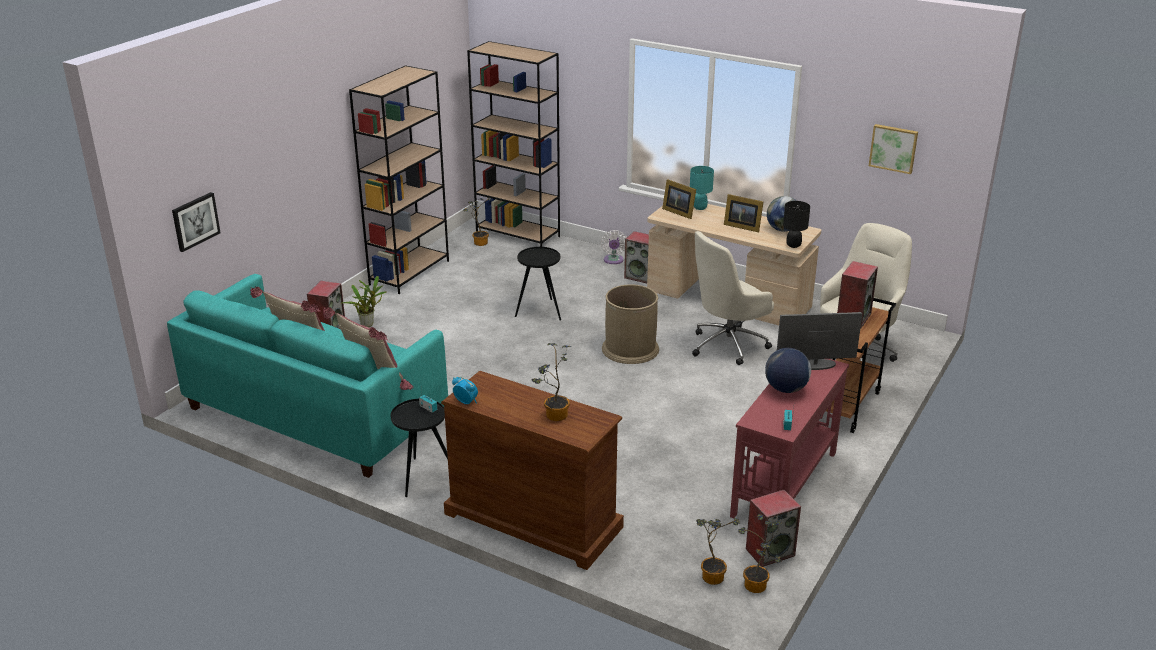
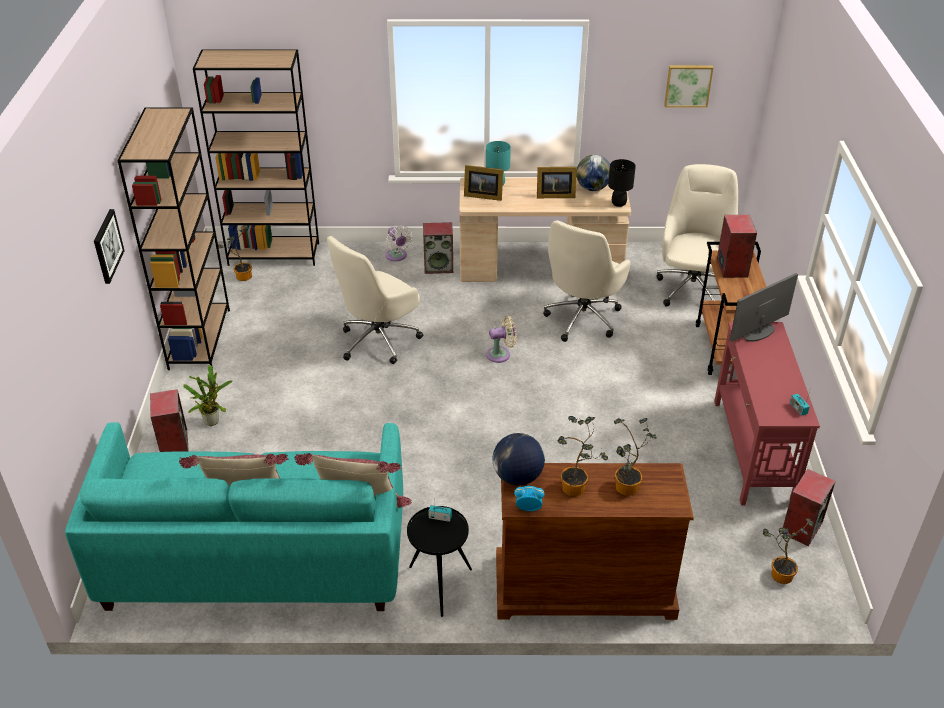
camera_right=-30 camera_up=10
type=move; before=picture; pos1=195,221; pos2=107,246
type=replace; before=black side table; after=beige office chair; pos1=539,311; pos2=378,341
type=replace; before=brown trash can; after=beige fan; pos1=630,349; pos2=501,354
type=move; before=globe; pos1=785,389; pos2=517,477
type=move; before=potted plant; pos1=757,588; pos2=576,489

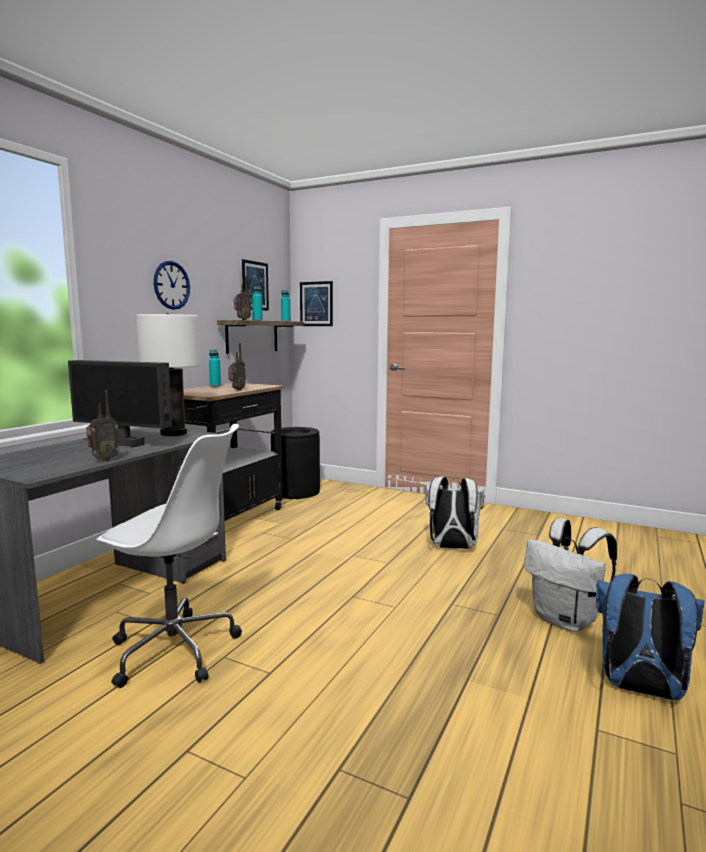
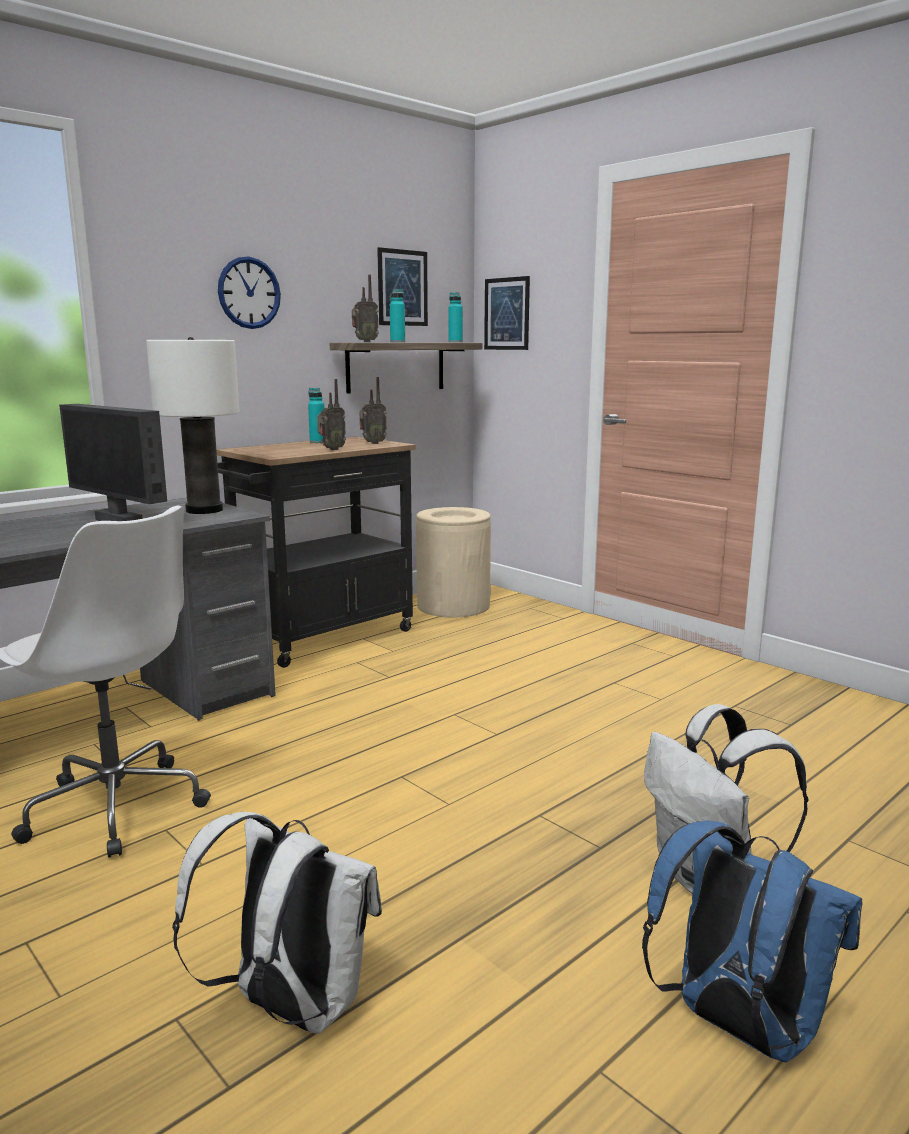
camera_right=20 camera_up=5
type=move; before=white backpack; pos1=451,548; pos2=290,1007
type=move; before=radio; pos1=103,460; pos2=372,443
type=recolor; before=black trash can; after=beige trash can; pos1=295,491; pos2=453,606

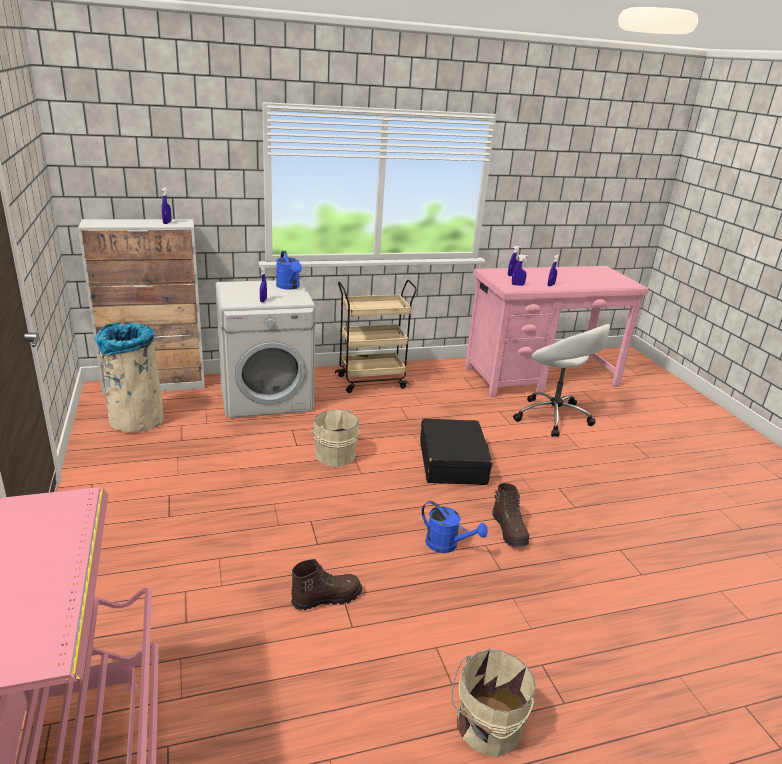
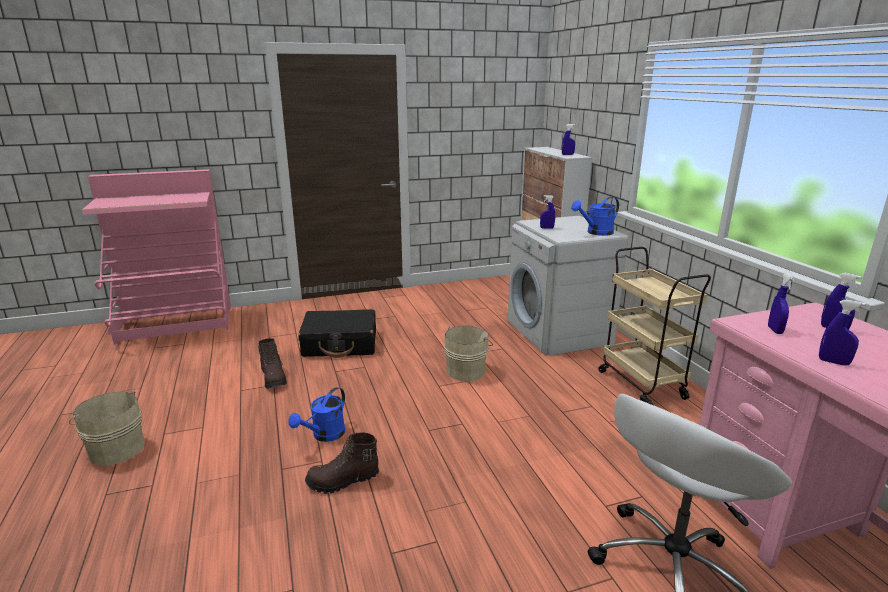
camera_right=90 camera_up=-5
type=move; before=black suitcase; pos1=452,462; pos2=340,344
type=delete; before=beige trash can; pos1=136,420

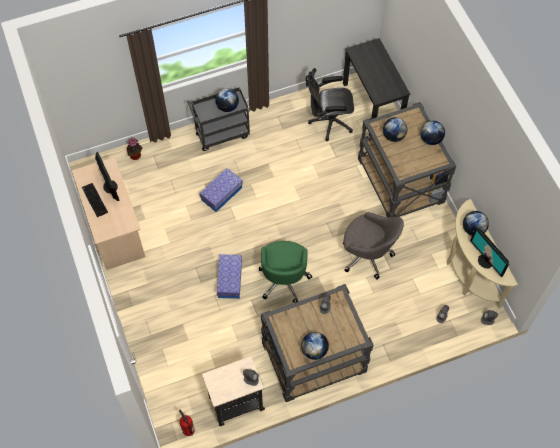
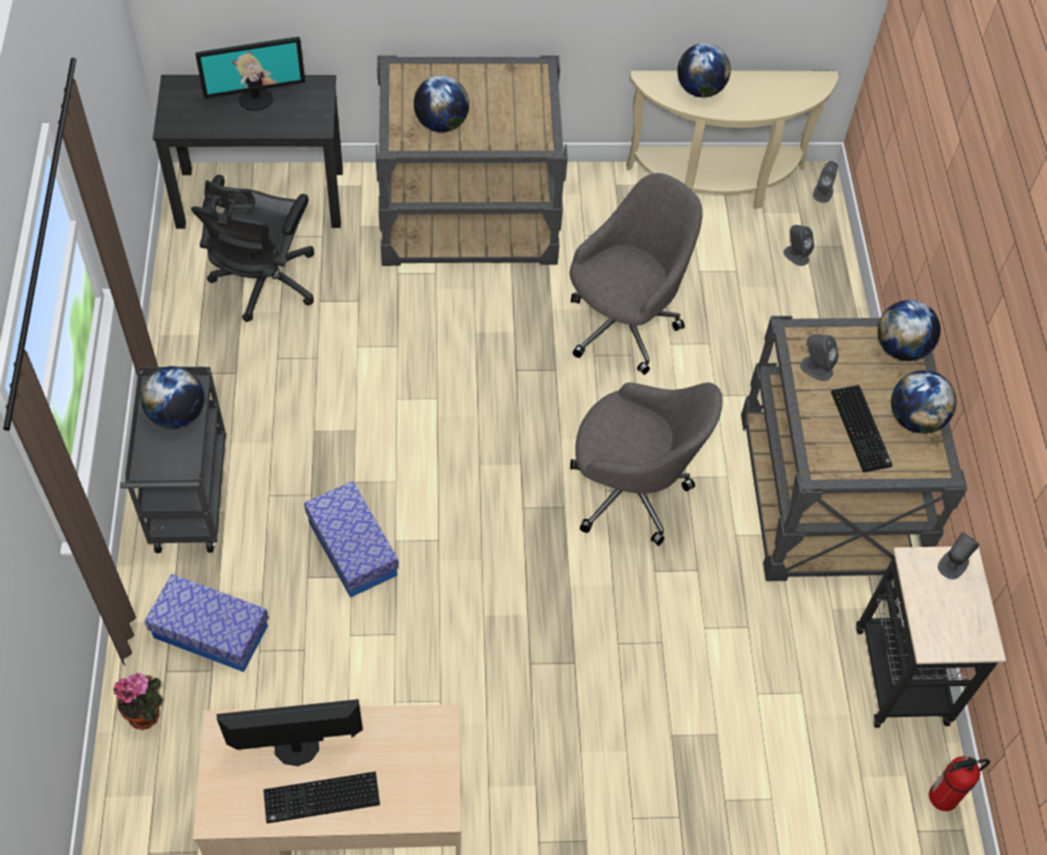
camera_right=-75 camera_up=-5
type=move; before=storage box; pos1=230,280; pos2=210,632
type=move; before=monitor; pos1=485,261; pos2=256,98
type=recolor; before=green office chair; after=grey office chair; pos1=284,281; pos2=630,493
type=insert; after=keyboard; pos2=862,429
type=move; before=globe; pos1=431,139; pos2=901,348

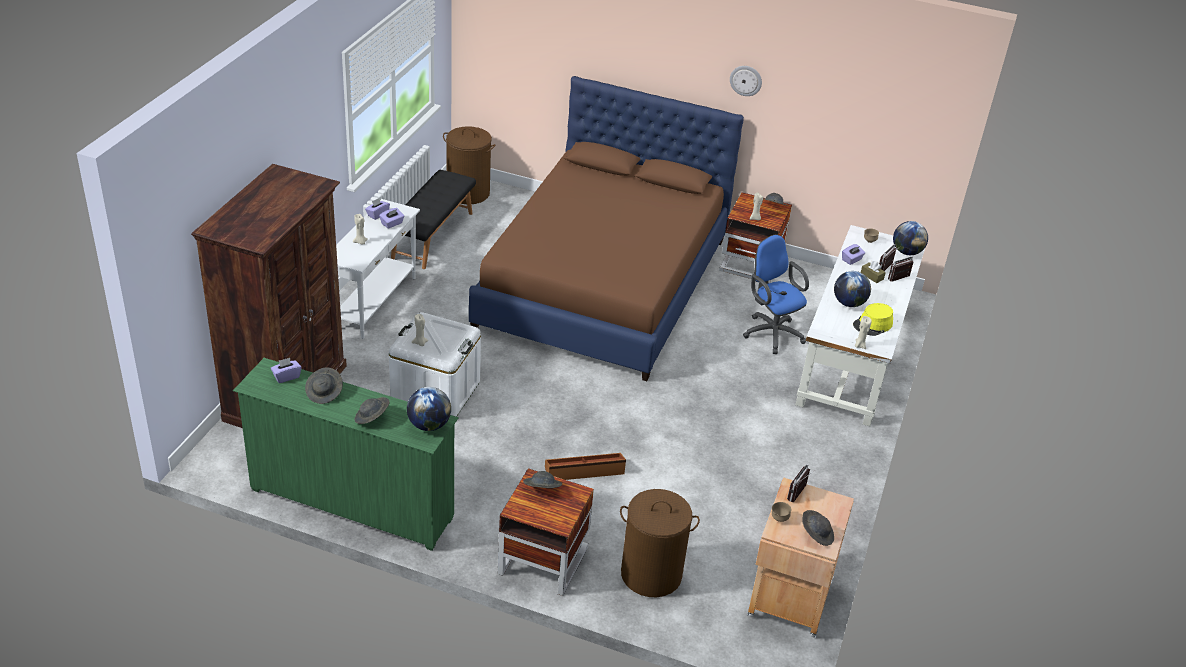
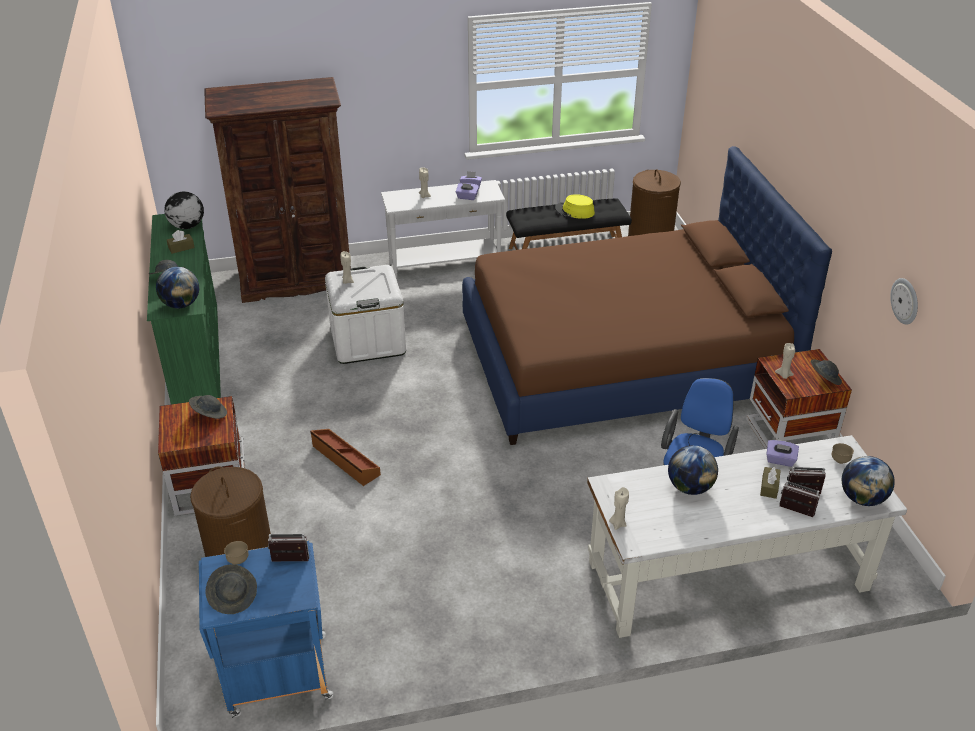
camera_right=60 camera_up=0
type=replace; before=purple tissue box; after=globe; pos1=286,376; pos2=187,226
type=replace; before=grey hat; after=brown tissue box; pos1=324,393; pos2=181,248
type=recolor; before=brown cart; after=blue cart; pos1=789,600; pos2=276,675
type=move; before=yellow hat; pos1=873,325; pos2=574,211
type=move; before=wall clock; pos1=746,80; pos2=905,301

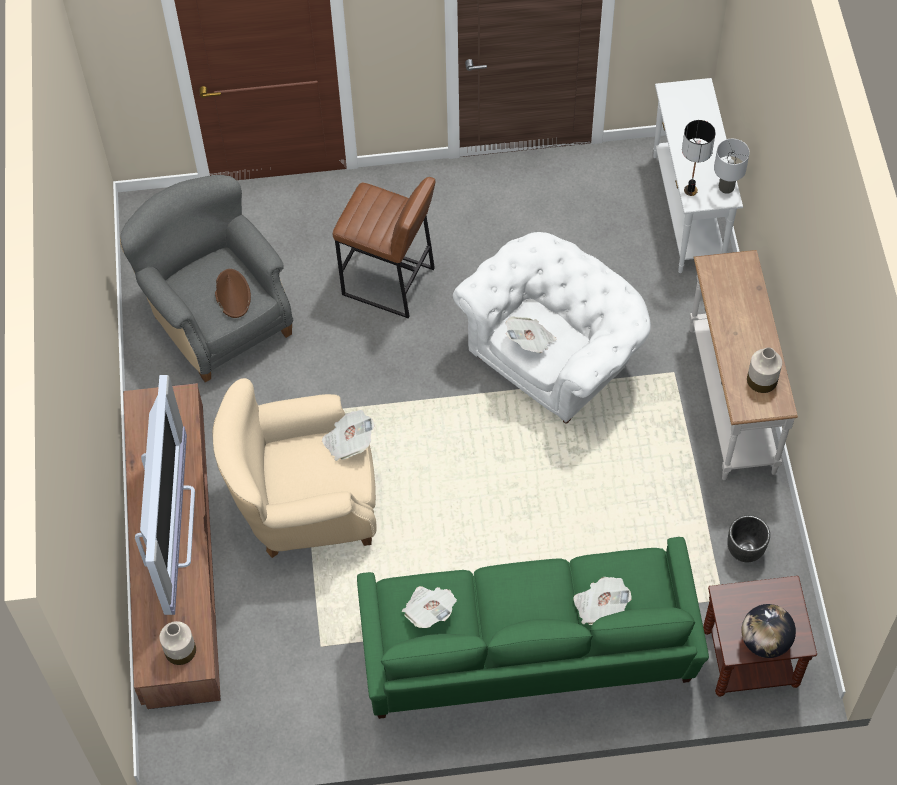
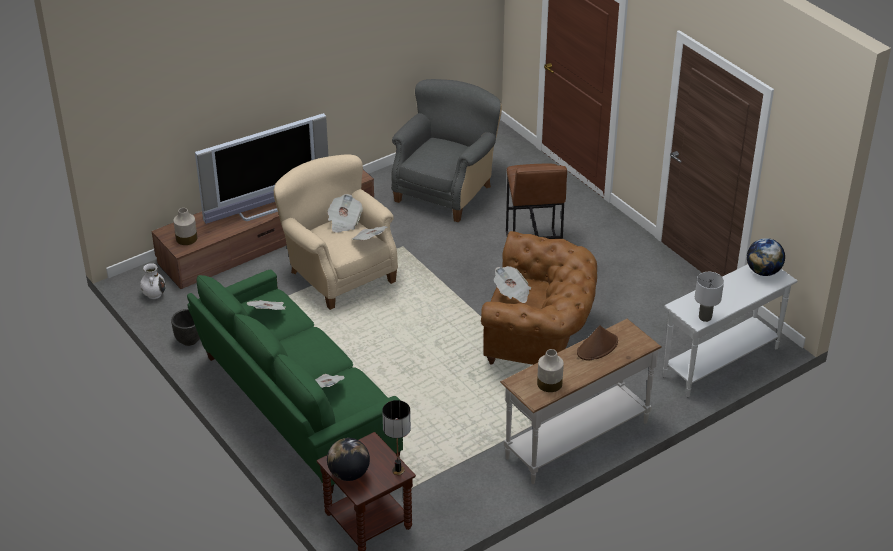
camera_right=60 camera_up=-20
type=insert; after=white vase; pos2=154,294
type=move; before=black planter; pos1=744,551; pos2=188,340
type=insert; after=newspaper; pos2=344,222
type=move; before=table lamp; pos1=690,190; pos2=398,470
type=recolor; before=white armchair; after=brown armchair; pos1=555,357; pos2=538,341
type=move; before=brown hat; pos1=232,294; pos2=597,347
type=insert; after=globe; pos2=763,271

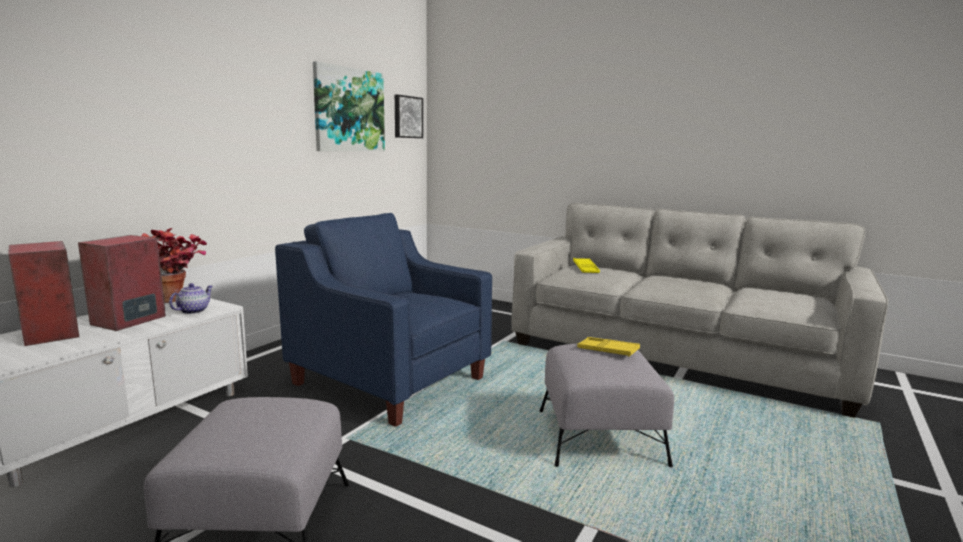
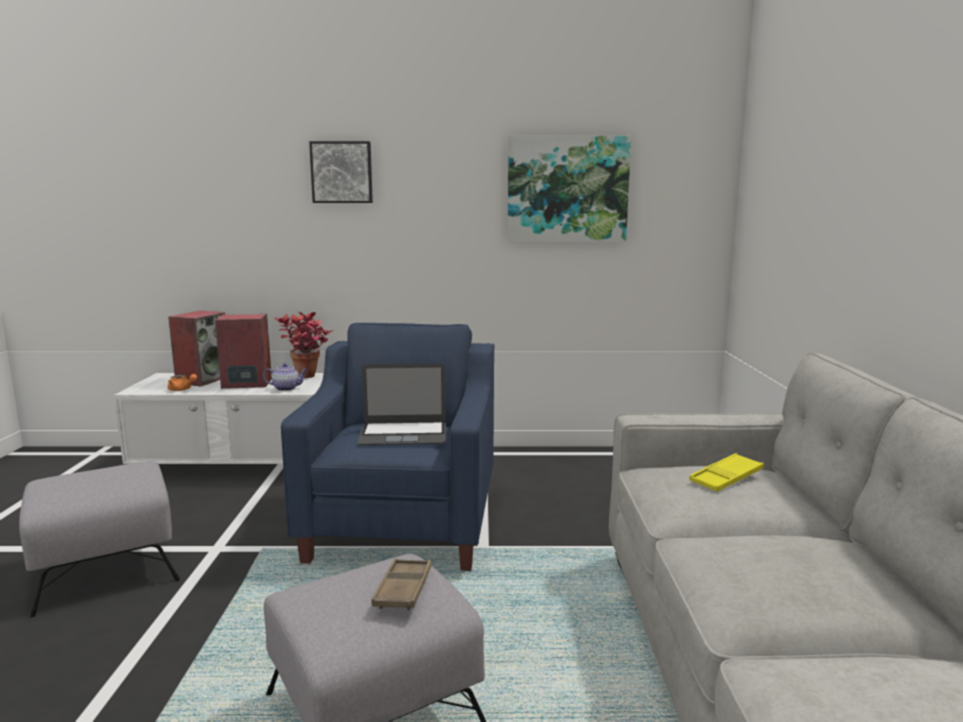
camera_right=60 camera_up=0
type=insert; after=orange teapot; pos2=182,389
type=move; before=picture; pos1=407,117; pos2=342,172
type=insert; after=laptop; pos2=403,434
type=recolor; before=yellow tray; after=brown tray; pos1=607,350; pos2=403,589

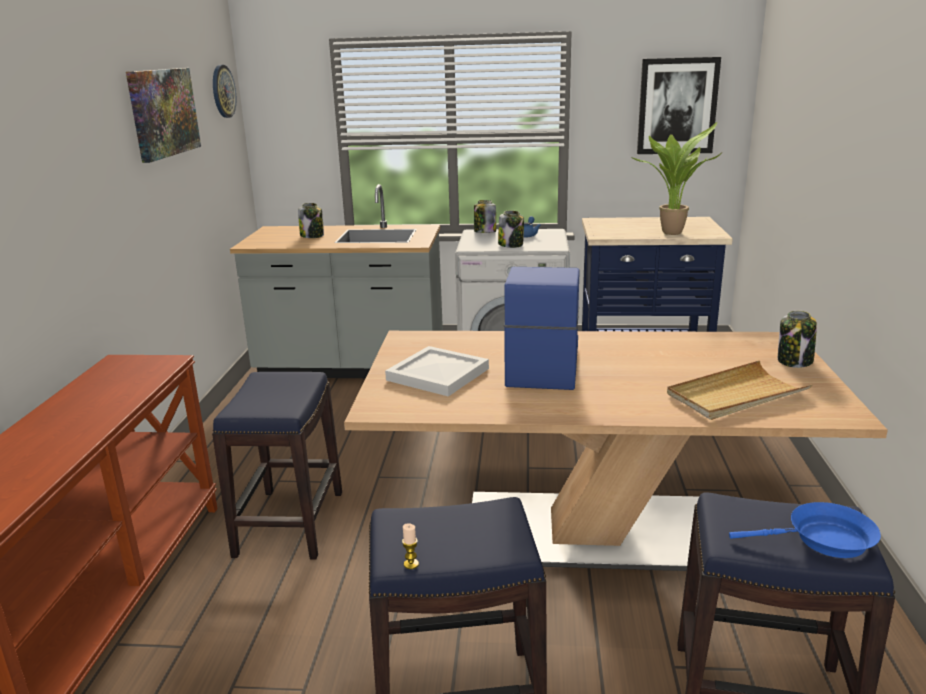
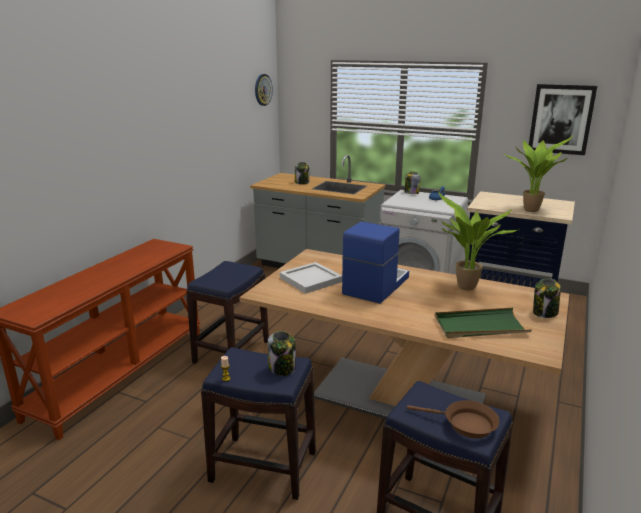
camera_right=20 camera_up=0
type=move; before=jar; pos1=511,245; pos2=282,368
type=recolor; before=blue frying pan; after=brown frying pan; pos1=823,540; pos2=465,424
type=recolor; before=beige tray; after=green tray; pos1=736,395; pos2=480,326
type=insert; after=potted plant; pos2=465,288
type=delete; before=picture; pos1=163,112

